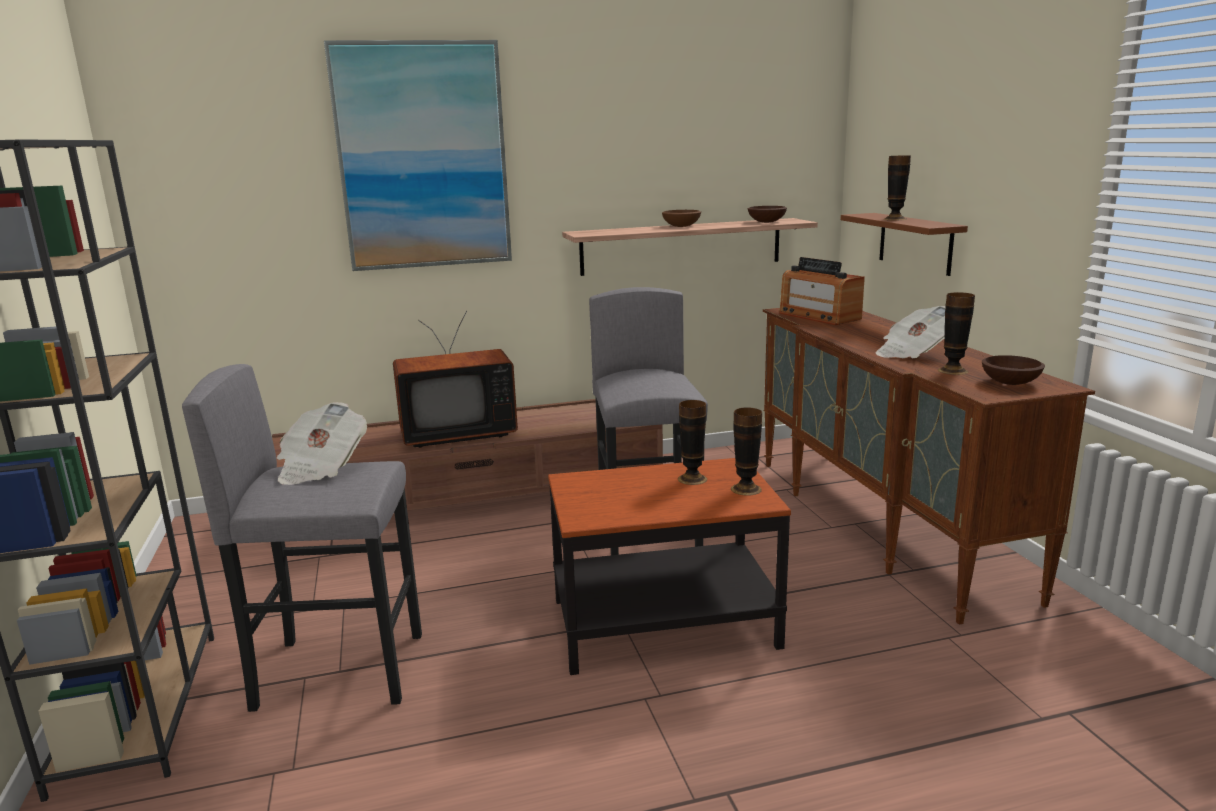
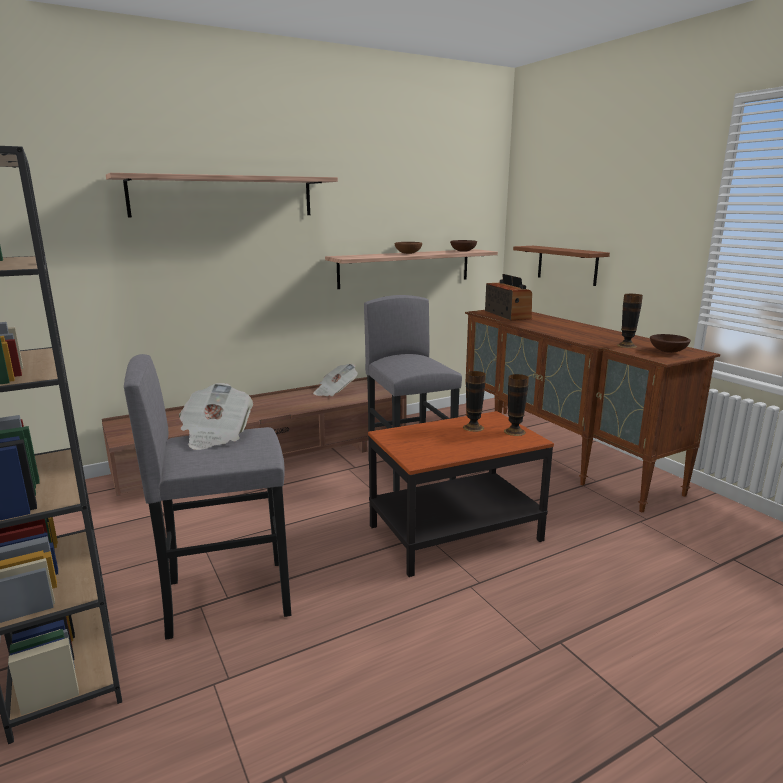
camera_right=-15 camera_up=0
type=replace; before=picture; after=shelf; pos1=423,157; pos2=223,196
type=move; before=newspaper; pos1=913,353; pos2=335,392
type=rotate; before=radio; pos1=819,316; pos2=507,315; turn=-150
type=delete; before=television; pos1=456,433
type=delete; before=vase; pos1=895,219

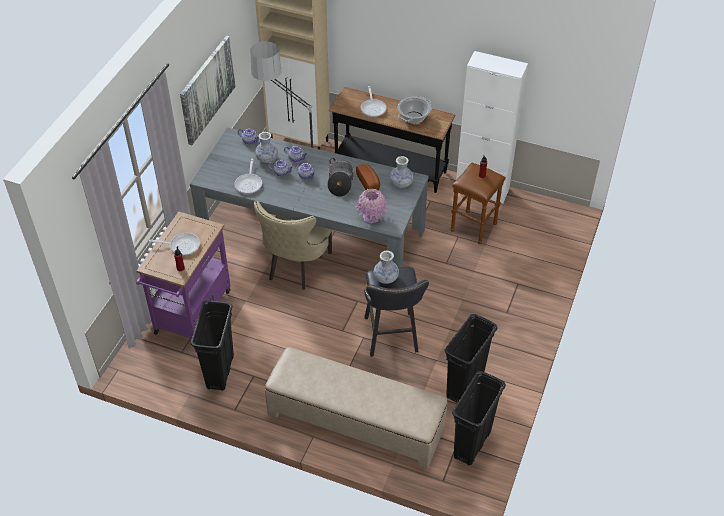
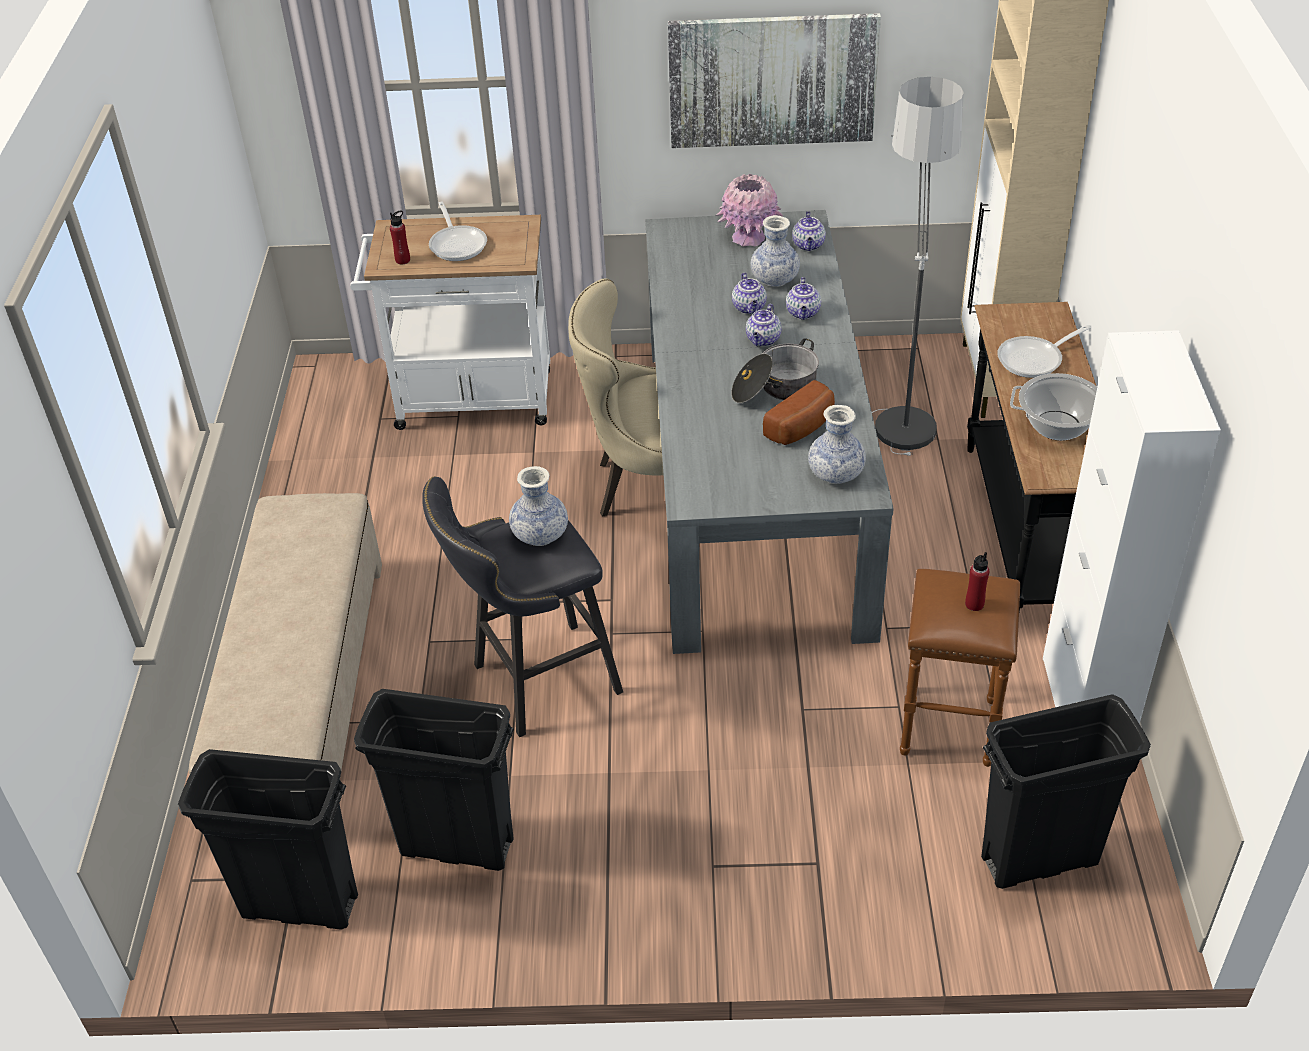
camera_right=70 camera_up=-5
type=recolor; before=purple cart; after=white cart; pos1=191,314; pos2=469,400
type=move; before=pink vase; pos1=371,217; pos2=749,237
type=move; before=black trash can; pos1=220,371; pos2=1040,859
type=delete; before=frying pan; pos1=249,183

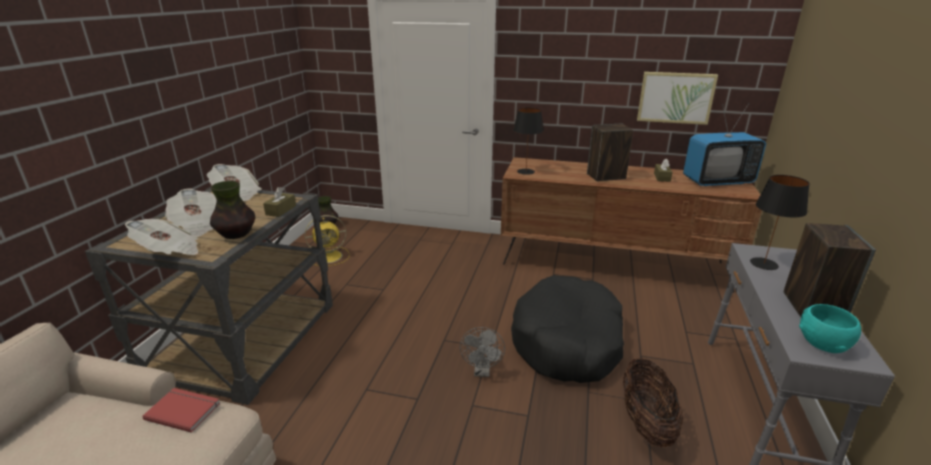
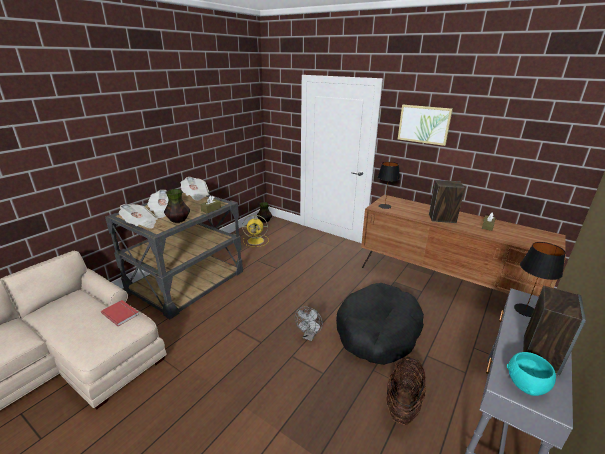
camera_right=20 camera_up=0
type=move; before=picture; pos1=675,97; pos2=424,124
type=delete; before=television; pos1=717,182

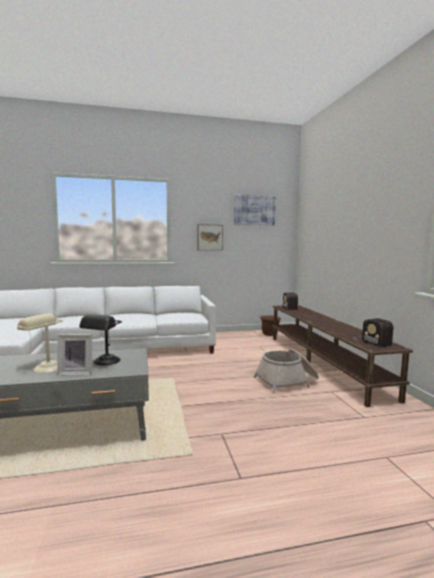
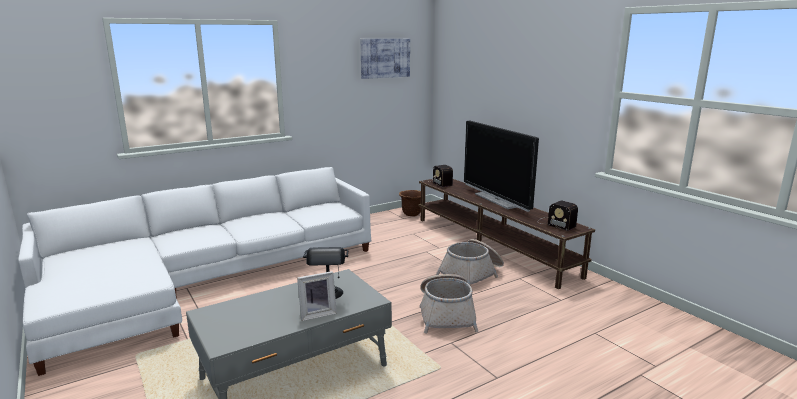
camera_right=-20 camera_up=10
type=insert; after=basket; pos2=446,314
type=insert; after=television; pos2=497,200
type=delete; before=beige table lamp; pos1=44,367
type=delete; before=picture; pos1=209,237

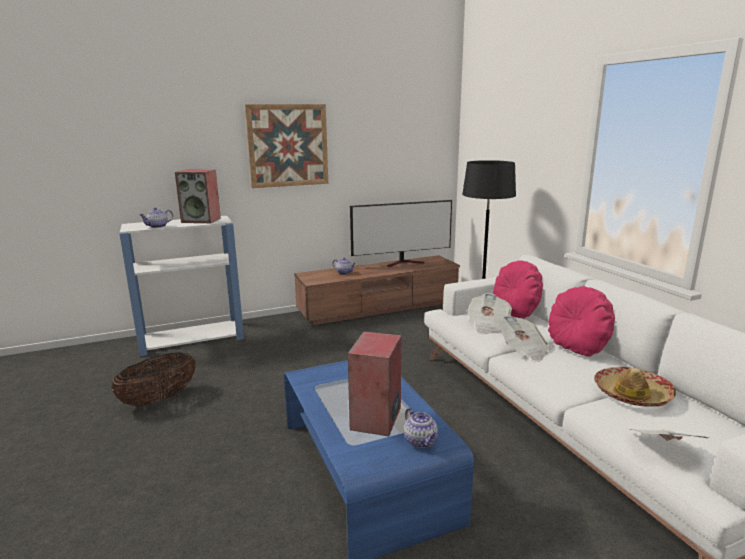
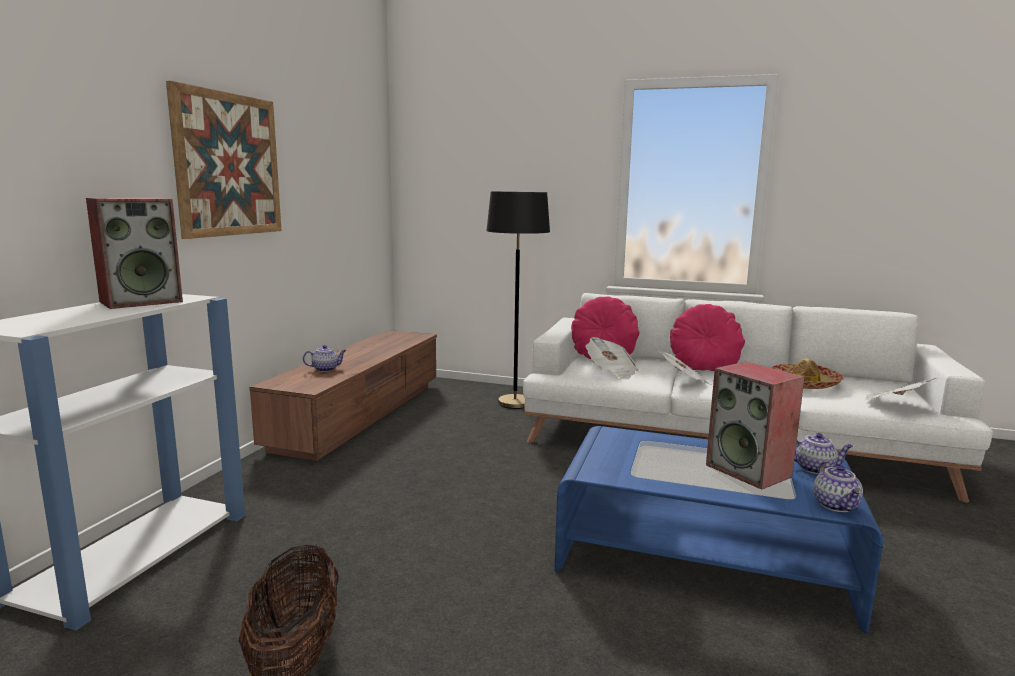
camera_right=-50 camera_up=-5
type=move; before=teapot; pos1=158,226; pos2=837,505
type=delete; before=television; pos1=404,263

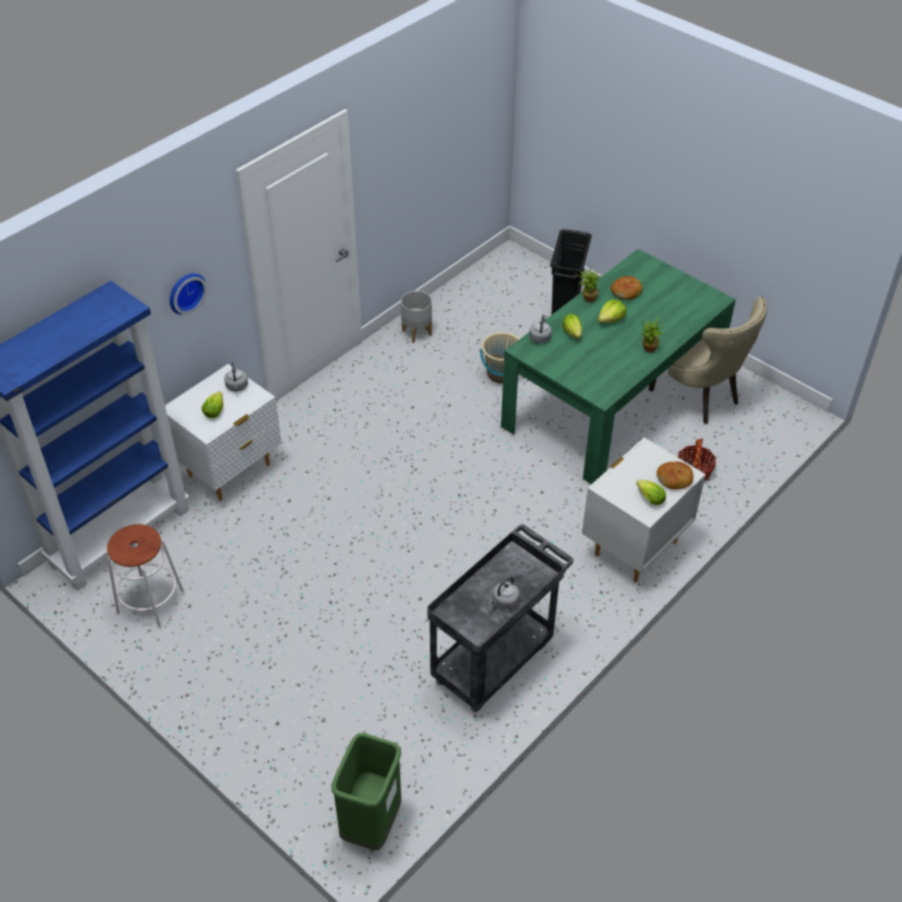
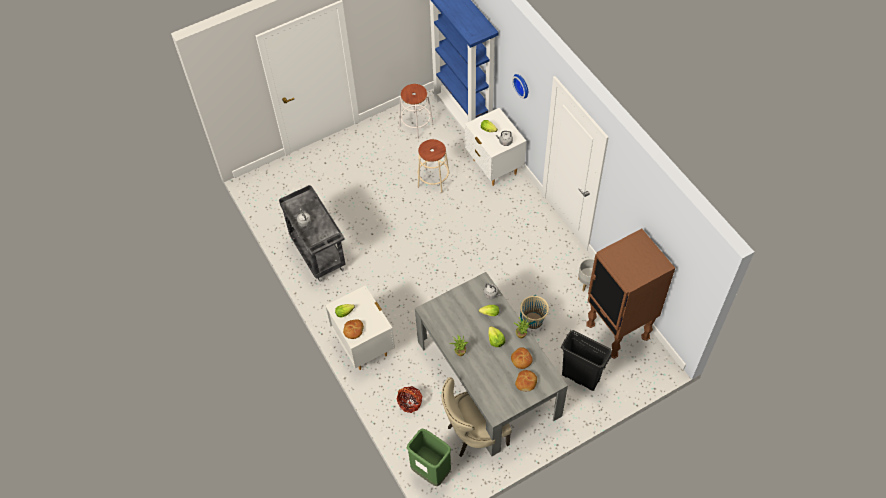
camera_right=110 camera_up=10
type=move; before=green trash can; pos1=371,824; pos2=431,471
type=recolor; before=green dining table; after=grey dining table; pos1=612,400; pos2=488,378
type=insert; after=beige stool; pos2=433,180
type=insert; after=bread; pos2=526,382
type=insert; after=brown cabinet; pos2=617,331

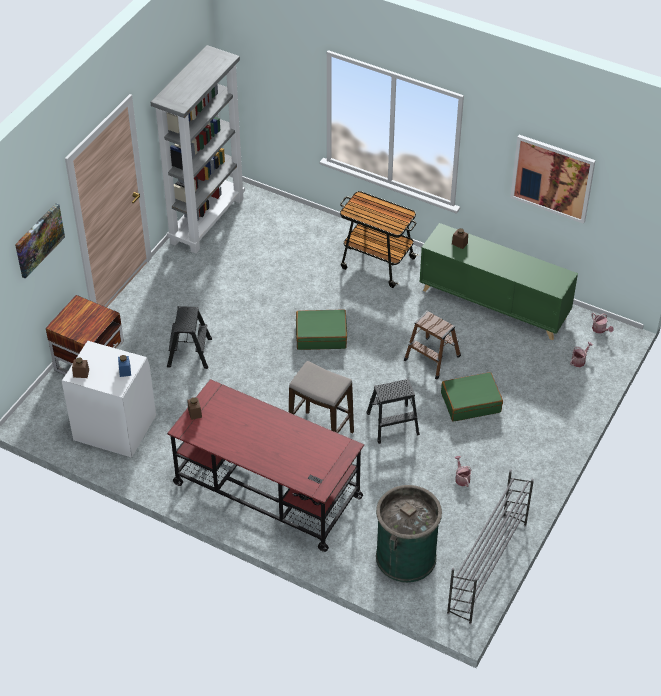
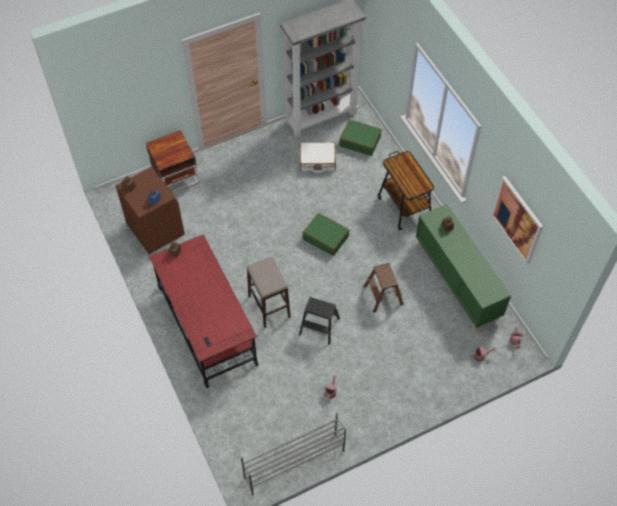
camera_right=35 camera_up=10
type=recolor; before=white washing machine; after=brown washing machine; pos1=115,426; pos2=156,228
type=insert; after=white suitcase; pos2=317,161
type=move; before=green suitcase; pos1=470,402; pos2=360,141
type=delete; before=picture; pos1=39,240
type=delete; before=black step ladder; pos1=189,352
type=delete; before=green trash can; pos1=406,557

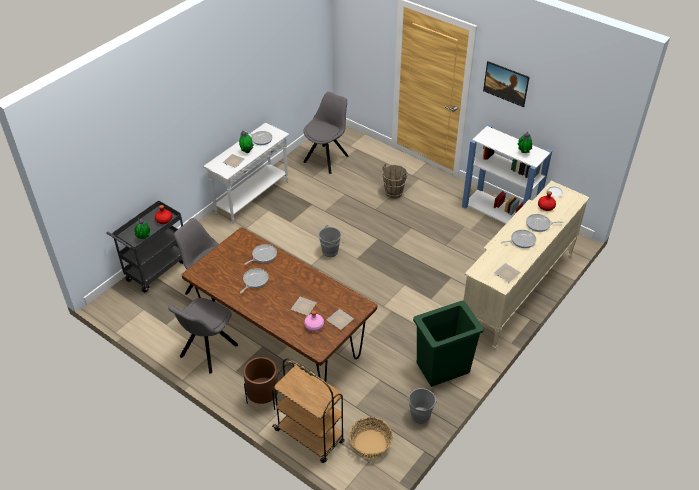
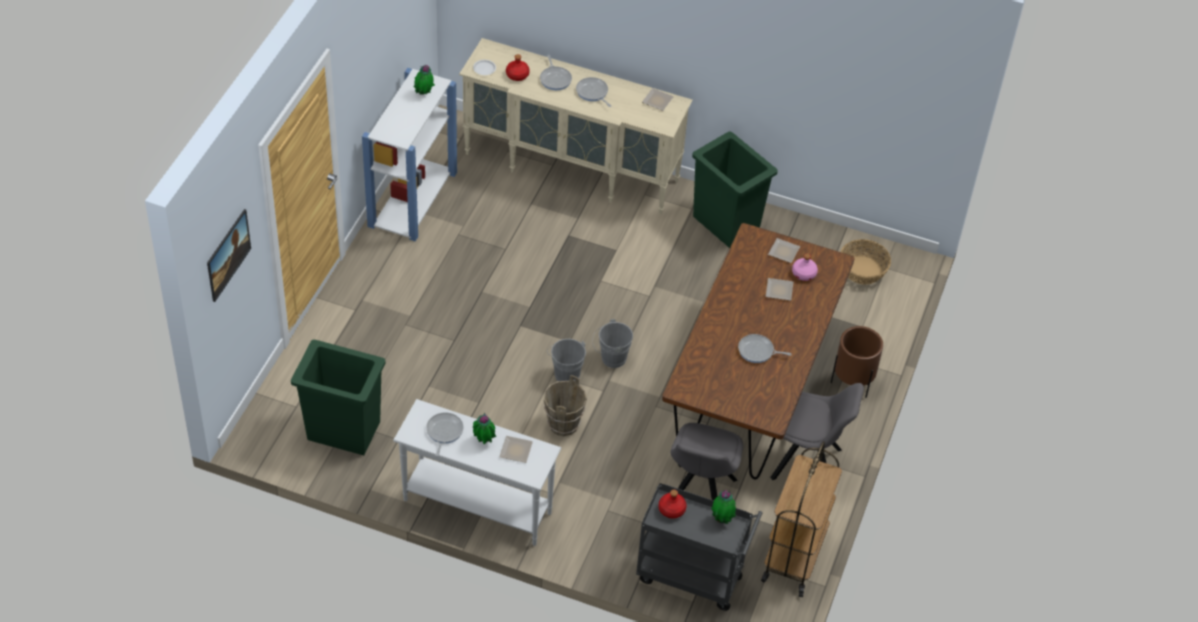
camera_right=-110 camera_up=5
type=move; before=picture; pos1=504,91; pos2=230,264
type=replace; before=grey chair; after=green trash can; pos1=326,159; pos2=343,430
type=move; before=brown bucket; pos1=394,192; pos2=563,424
type=move; before=grey bucket; pos1=420,414; pos2=611,358
type=move; before=brown cart; pos1=310,437; pos2=795,553
type=delete; before=frying pan; pos1=263,255

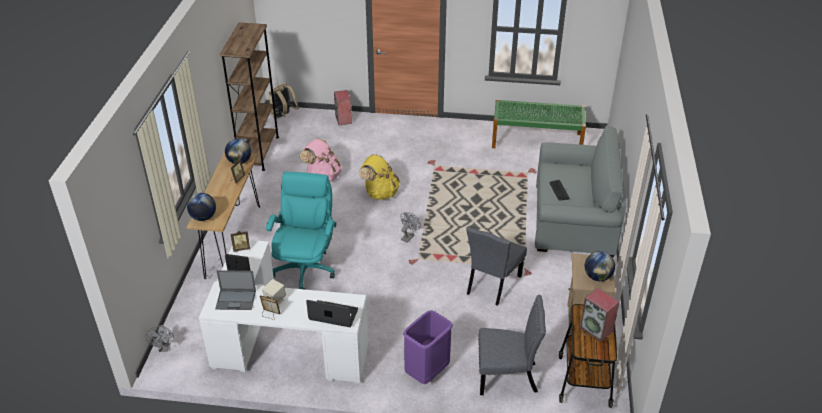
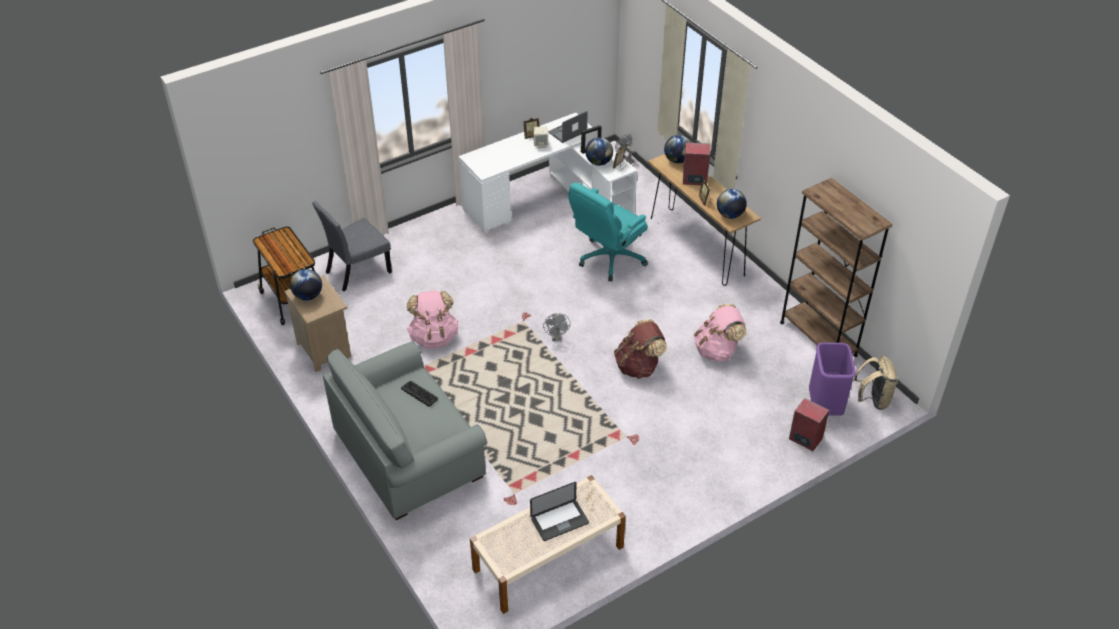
camera_right=140 camera_up=5
type=replace; before=grey chair; after=pink backpack; pos1=493,283; pos2=434,337
type=recolor; before=green bench; after=beige bench; pos1=536,140; pos2=548,559
type=move; before=laptop; pos1=333,315; pos2=559,521
type=rotate; before=turquoise office chair; pos1=306,267; pos2=607,260; turn=75
type=insert; after=globe; pos2=598,162
type=recolor; before=yellow backpack; after=brown backpack; pos1=380,193; pos2=638,366
type=move; before=speaker; pos1=596,329; pos2=694,179
type=move; before=purple trash can; pos1=427,373; pos2=824,406

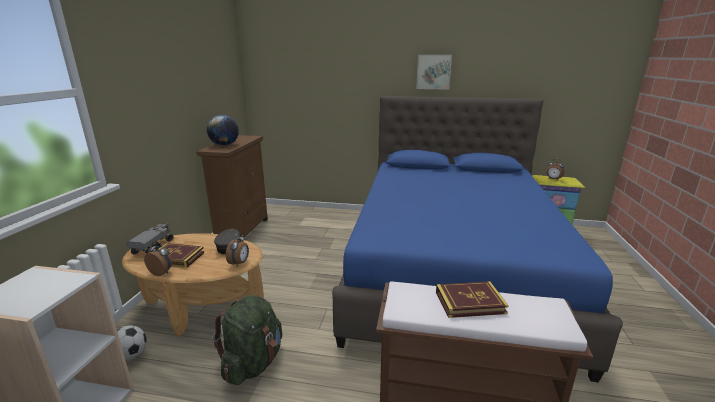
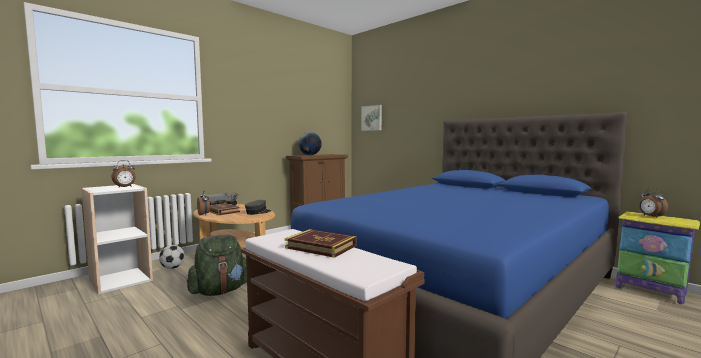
camera_right=35 camera_up=-15
type=move; before=alarm clock; pos1=239,263; pos2=125,187
type=move; before=picture; pos1=433,72; pos2=372,118

